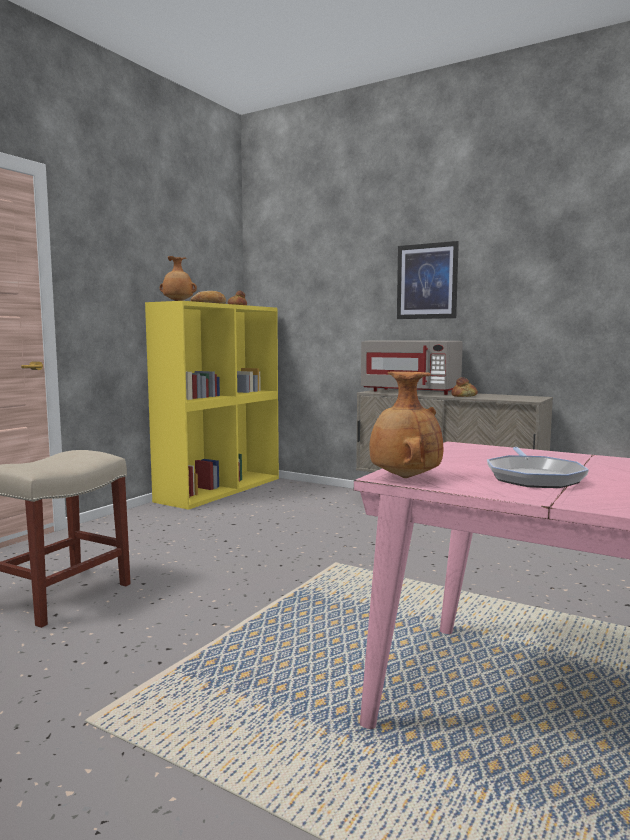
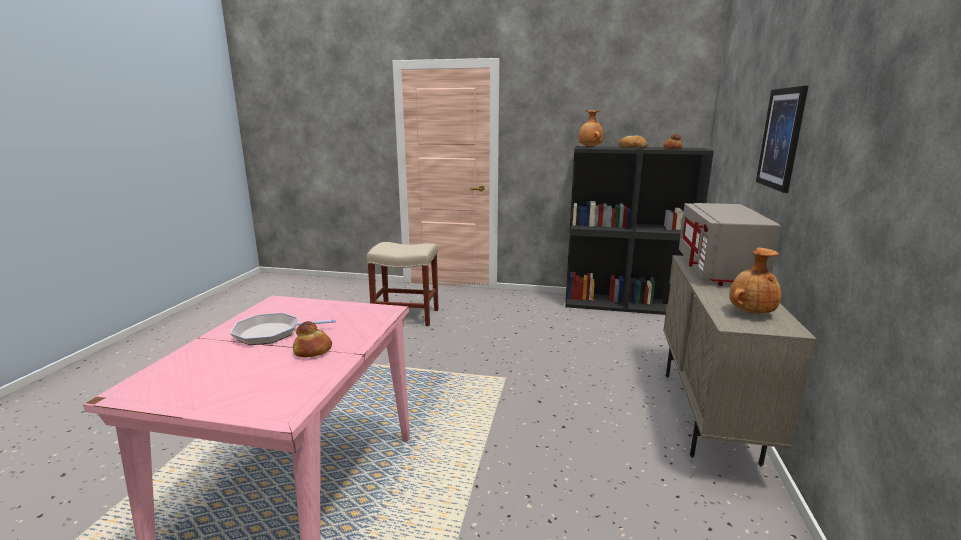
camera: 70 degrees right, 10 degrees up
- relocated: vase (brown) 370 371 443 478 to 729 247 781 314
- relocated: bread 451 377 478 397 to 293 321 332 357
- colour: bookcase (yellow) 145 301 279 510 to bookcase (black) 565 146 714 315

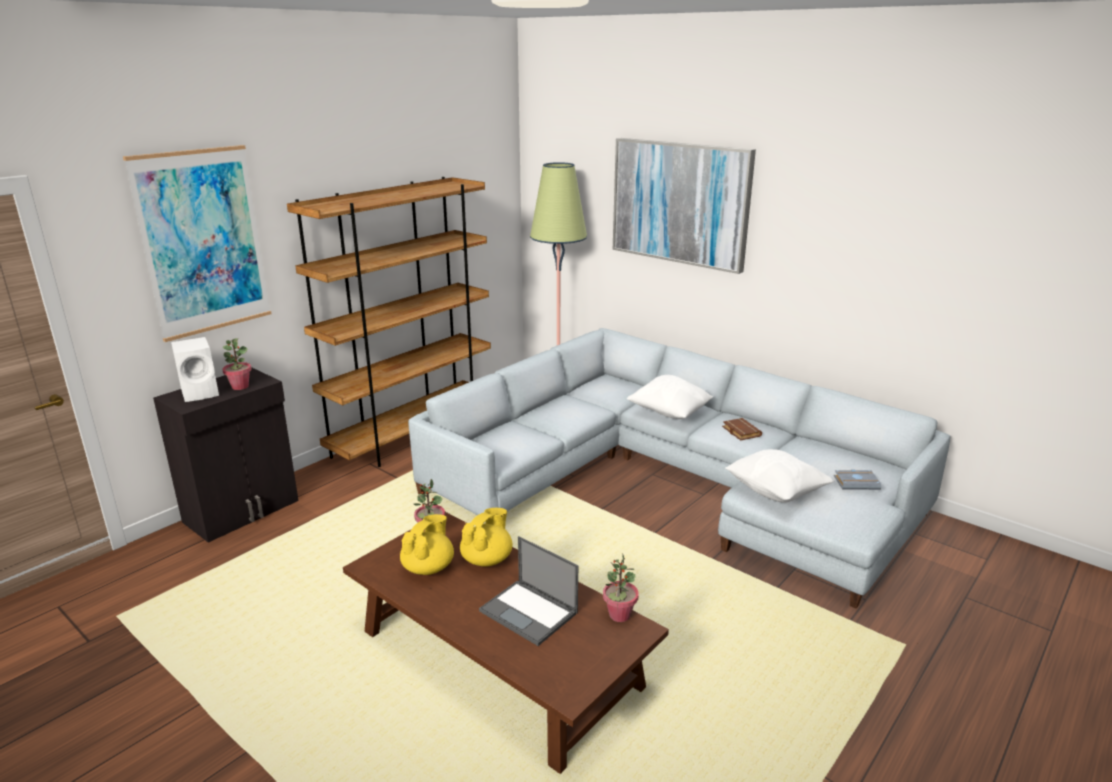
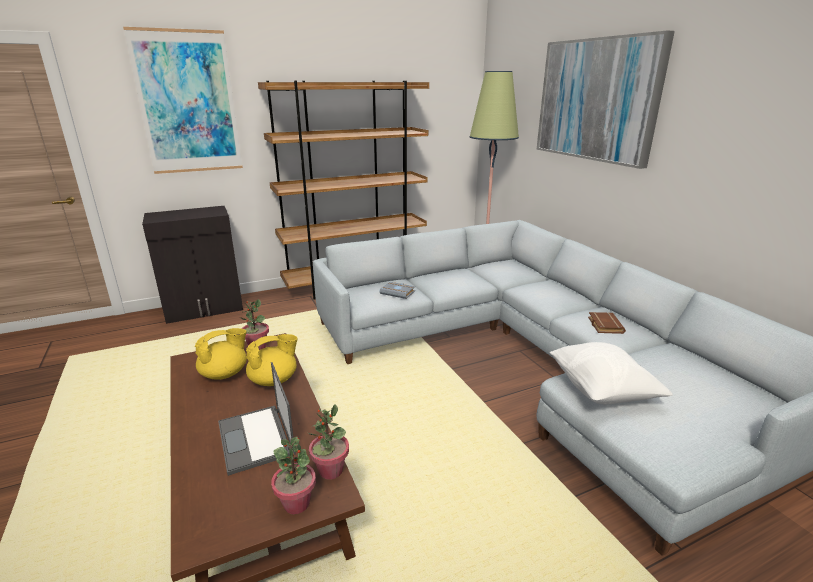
camera: 25 degrees right, 0 degrees up
- missing: speaker (white) 171 337 219 402
- missing: pillow (white) 626 375 713 419
- relocated: potted plant 222 338 252 390 to 271 437 316 514
- relocated: book (grey) 834 469 881 490 to 379 282 415 299

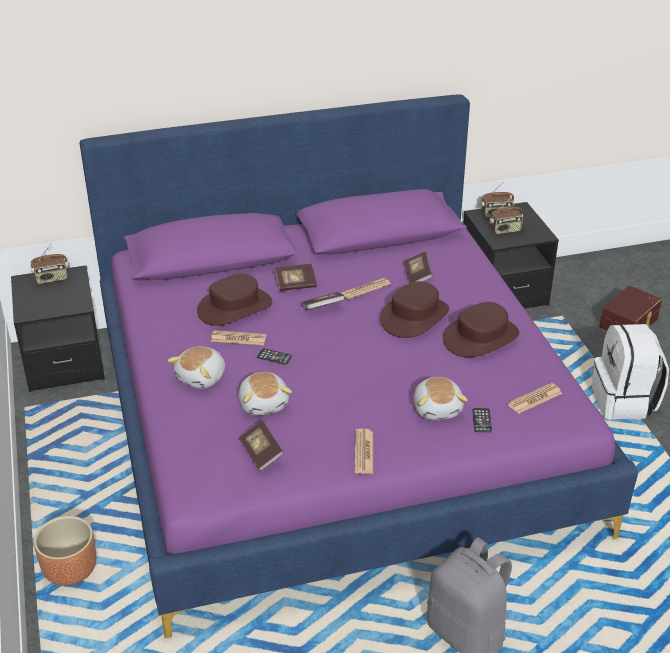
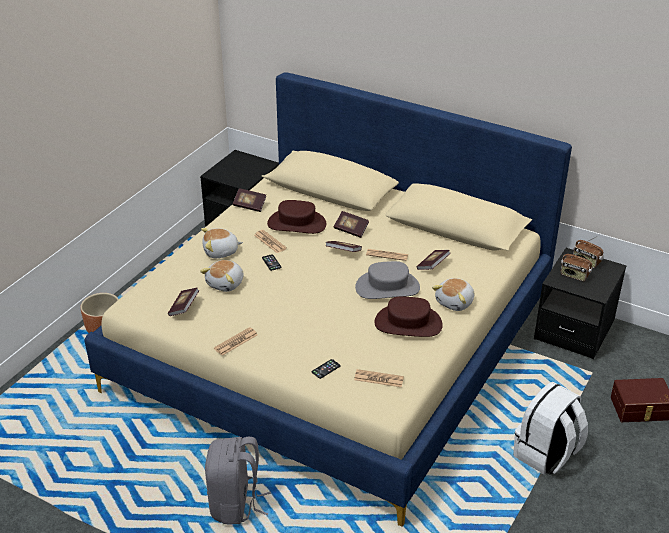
camera: 45 degrees right, 0 degrees up
- missing: radio 31 244 68 284
- appeared: book 233 188 266 212
- relocated: plush toy 413 377 468 420 to 432 278 474 311
- colour: bed (purple) 80 94 638 638 to bed (beige) 84 72 572 527
- colour: hat (brown) 380 281 449 338 to hat (grey) 355 261 420 299

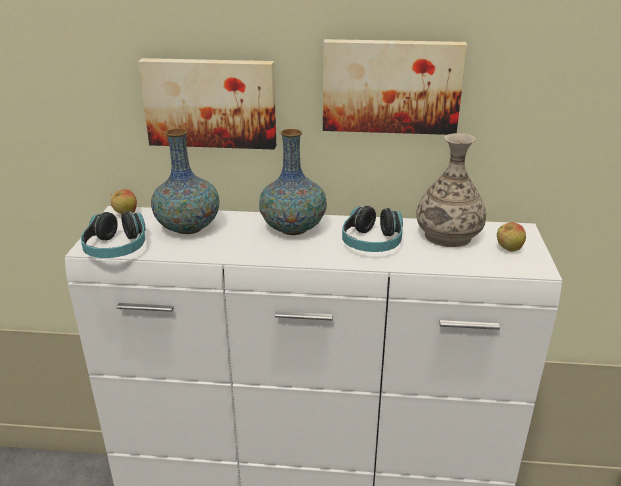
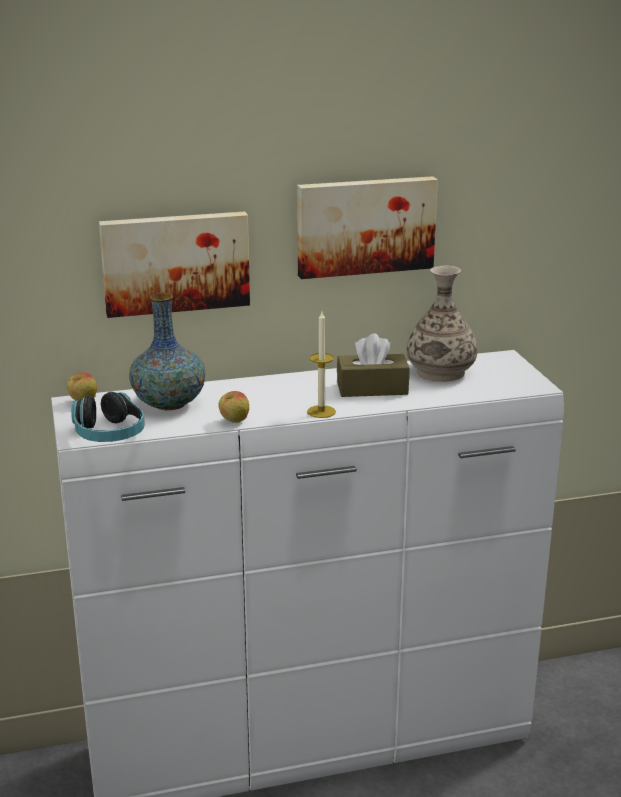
camera: 20 degrees left, 5 degrees down
- missing: vase 259 129 327 235
- appeared: candle 307 312 336 418
- relocated: apple 497 222 526 252 to 218 391 249 423
- exchanged: headphones 342 206 403 252 to tissue box (brown) 337 333 410 397

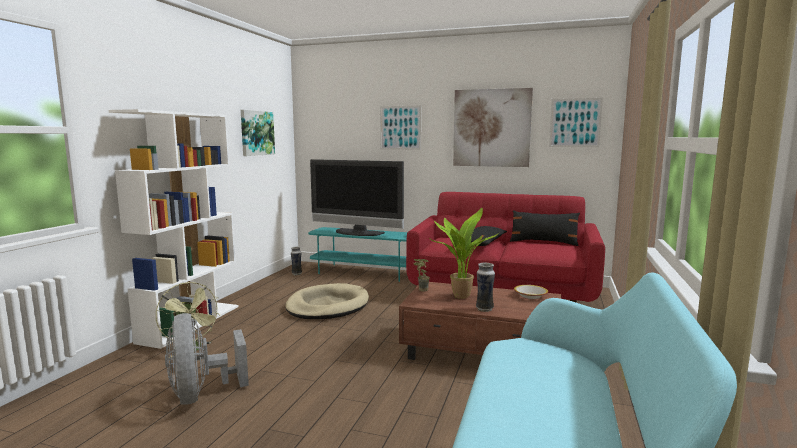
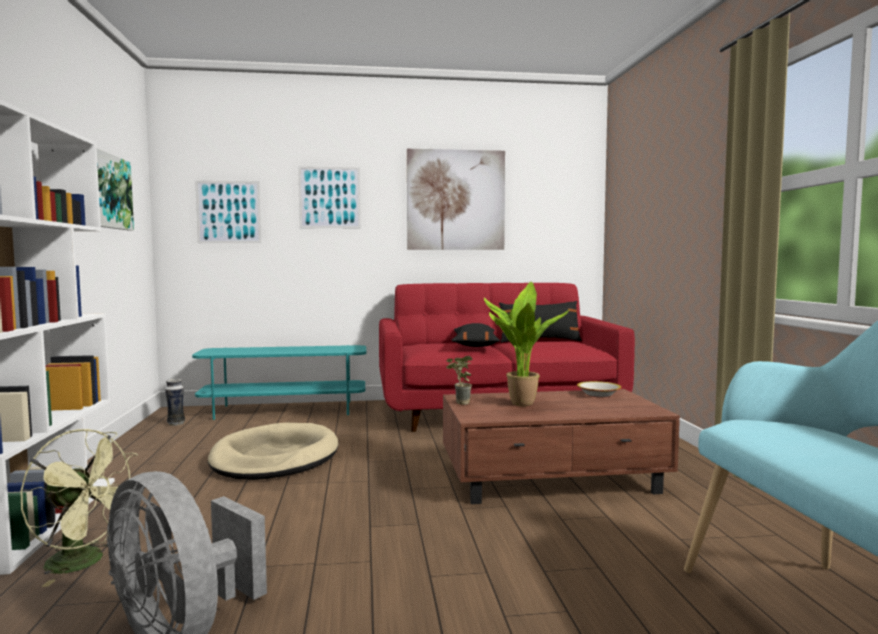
camera: 25 degrees left, 5 degrees down
- missing: television 310 159 404 236
- missing: vase 476 262 495 312
- relocated: picture 549 98 603 147 to 195 180 261 243

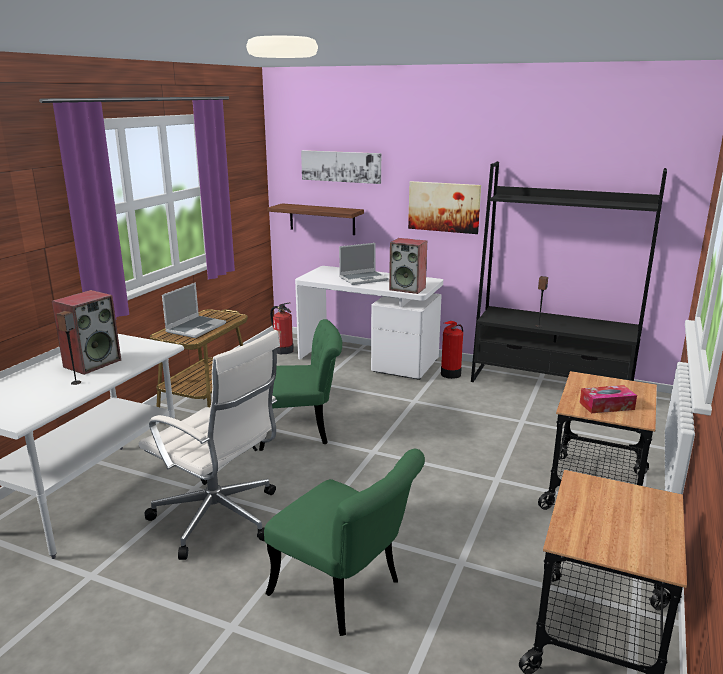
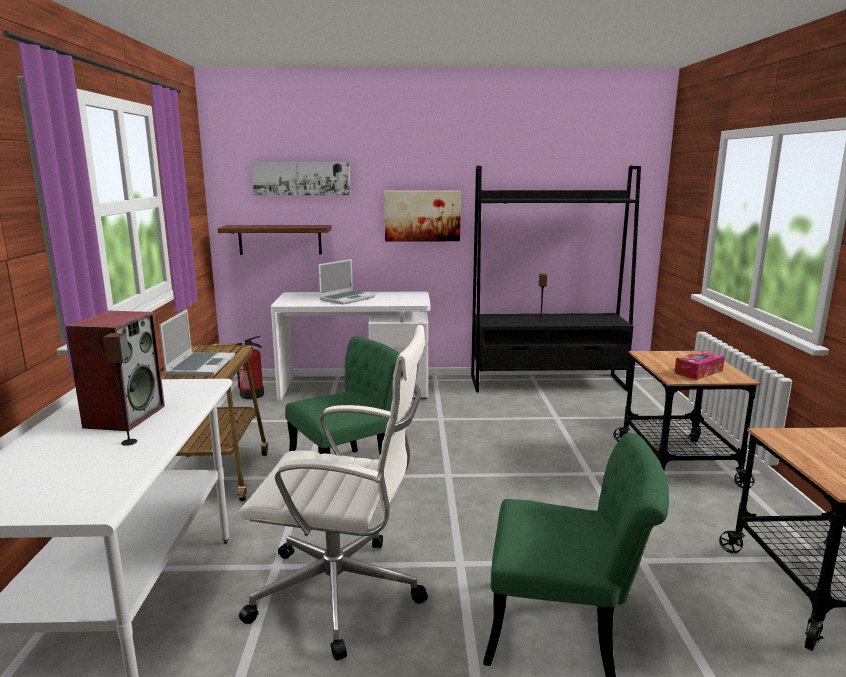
camera: 25 degrees left, 5 degrees down
- missing: speaker 389 238 427 294
- missing: fire extinguisher 441 321 463 379

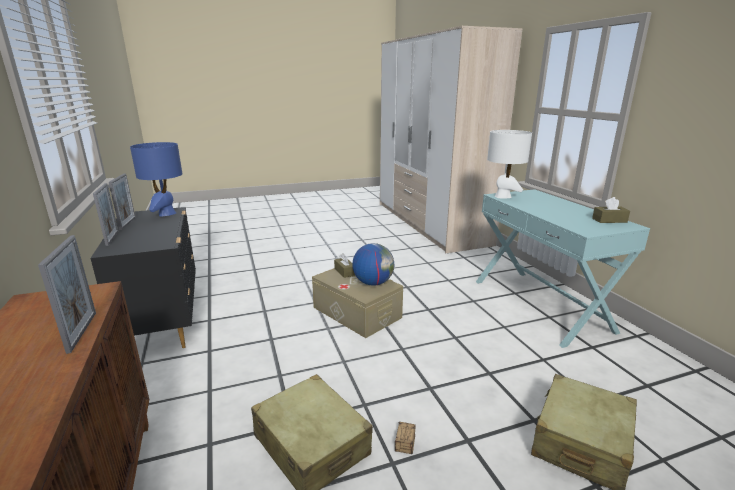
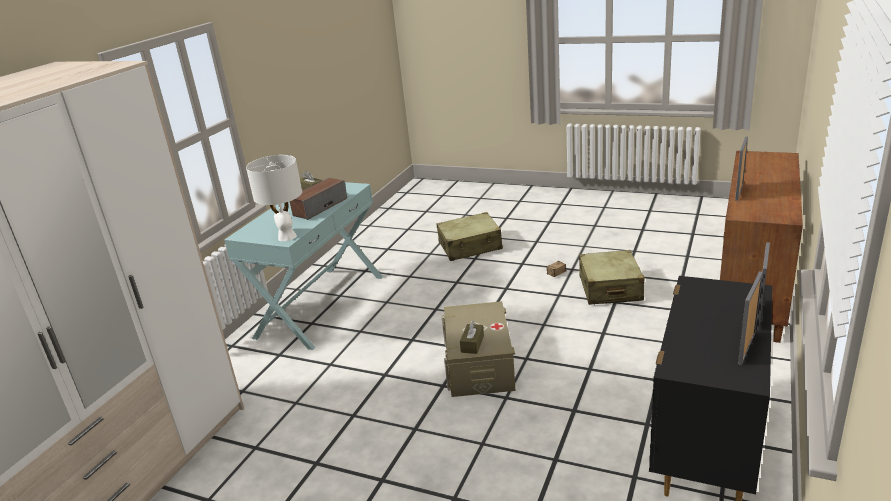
camera: 135 degrees left, 5 degrees up
- missing: table lamp (blue) 130 142 182 216
- missing: globe 352 243 394 286
- appeared: speaker 290 178 347 220

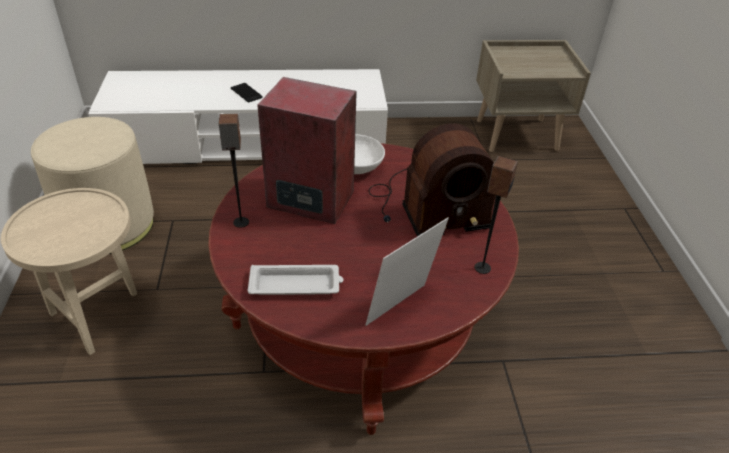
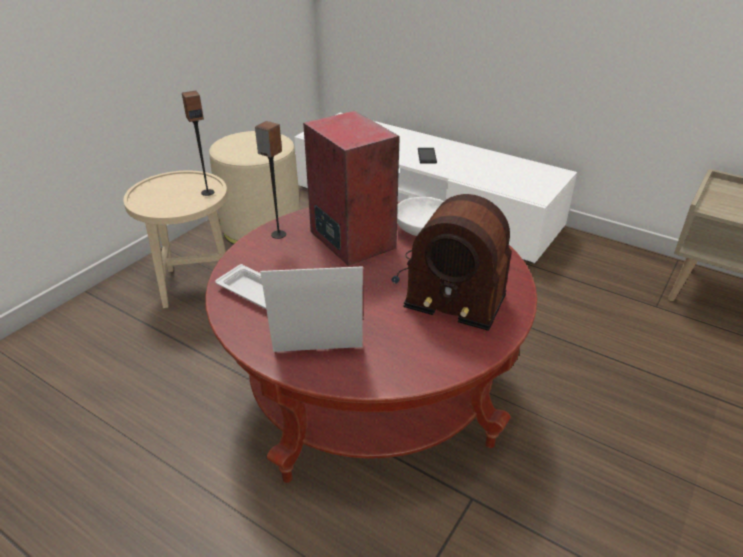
camera: 40 degrees right, 5 degrees down
- relocated: speaker 474 156 518 274 to 182 91 214 196

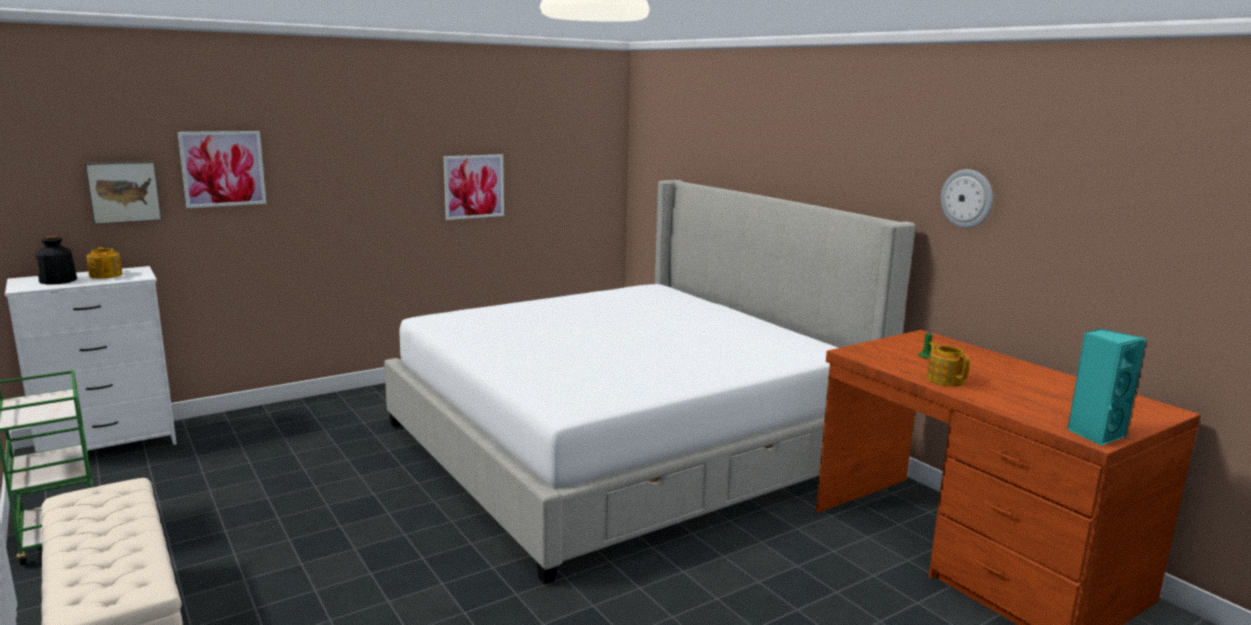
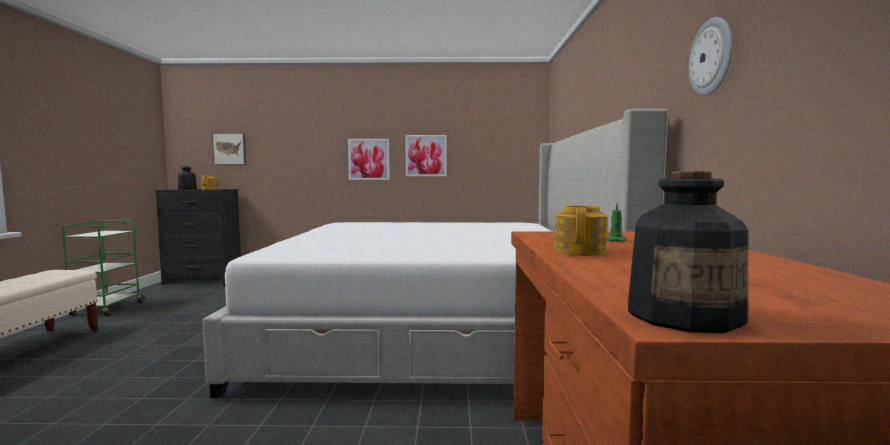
camera: 35 degrees right, 10 degrees down
- relocated: picture 178 131 266 208 to 348 139 390 180
- exchanged: speaker (turquoise) 1067 328 1146 446 to bottle 628 171 748 333
- colour: dresser (white) 5 266 177 452 to dresser (black) 155 189 241 286

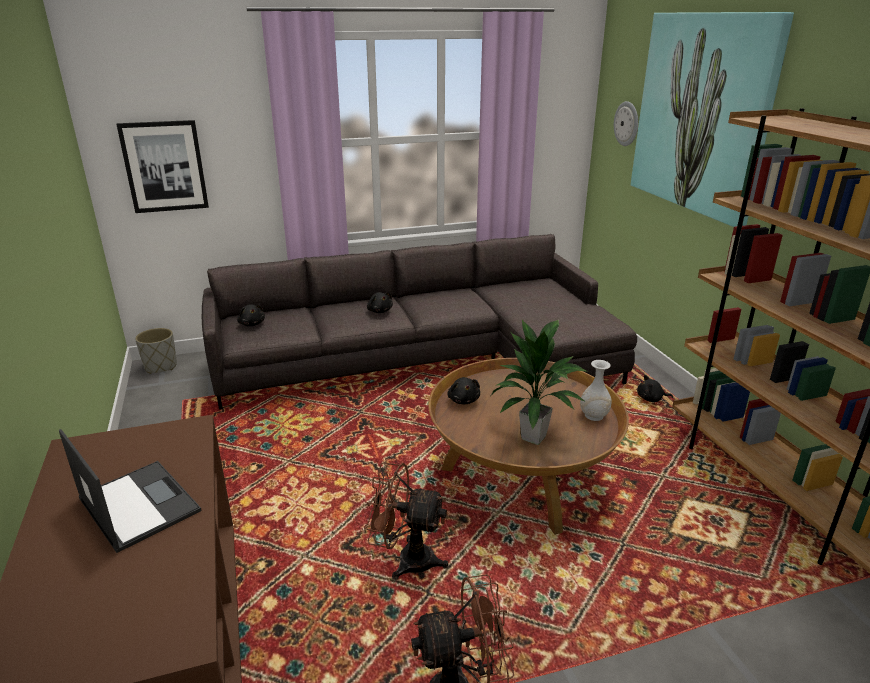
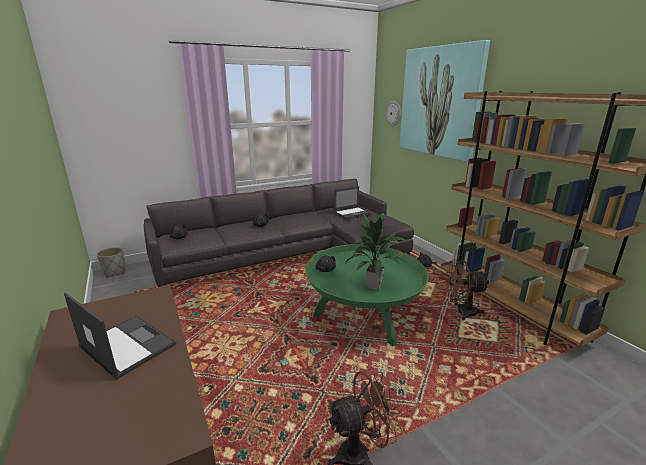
camera: 10 degrees left, 5 degrees down
- missing: picture 116 120 209 213
- missing: vase (white) 580 360 612 421
- appeared: laptop 334 186 371 219
- relocated: fan (brown) 364 462 449 580 to 446 260 489 321
- colour: coffee table (brown) 428 358 629 535 to coffee table (green) 305 244 429 346

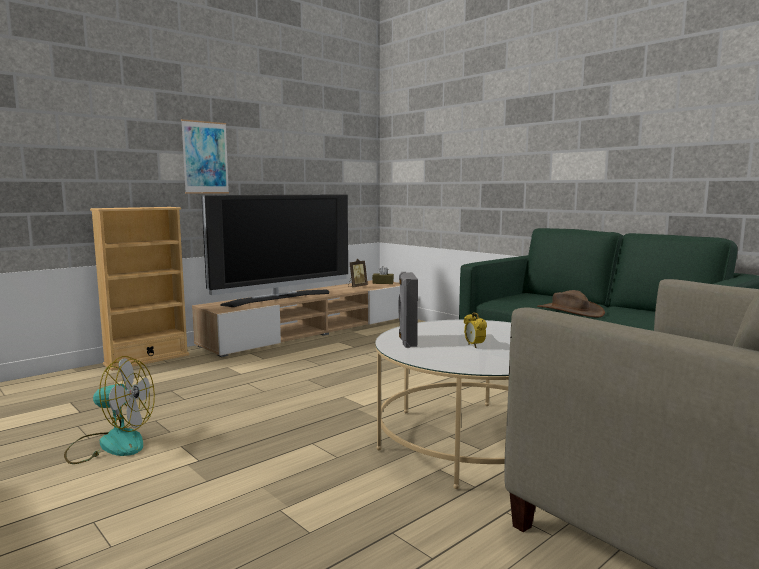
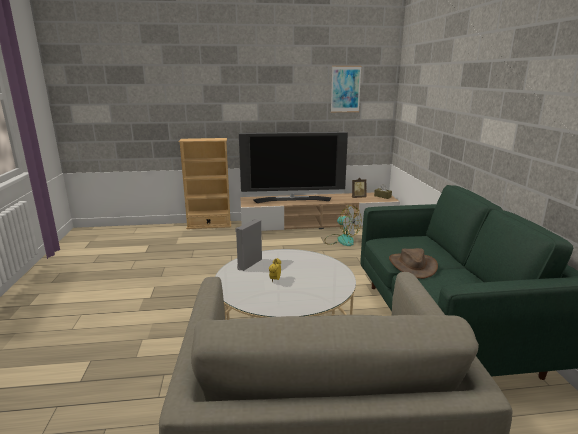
camera: 35 degrees right, 10 degrees up
- relocated: fan 64 356 155 464 to 324 205 361 246
- relocated: picture 181 119 229 194 to 331 66 361 112

